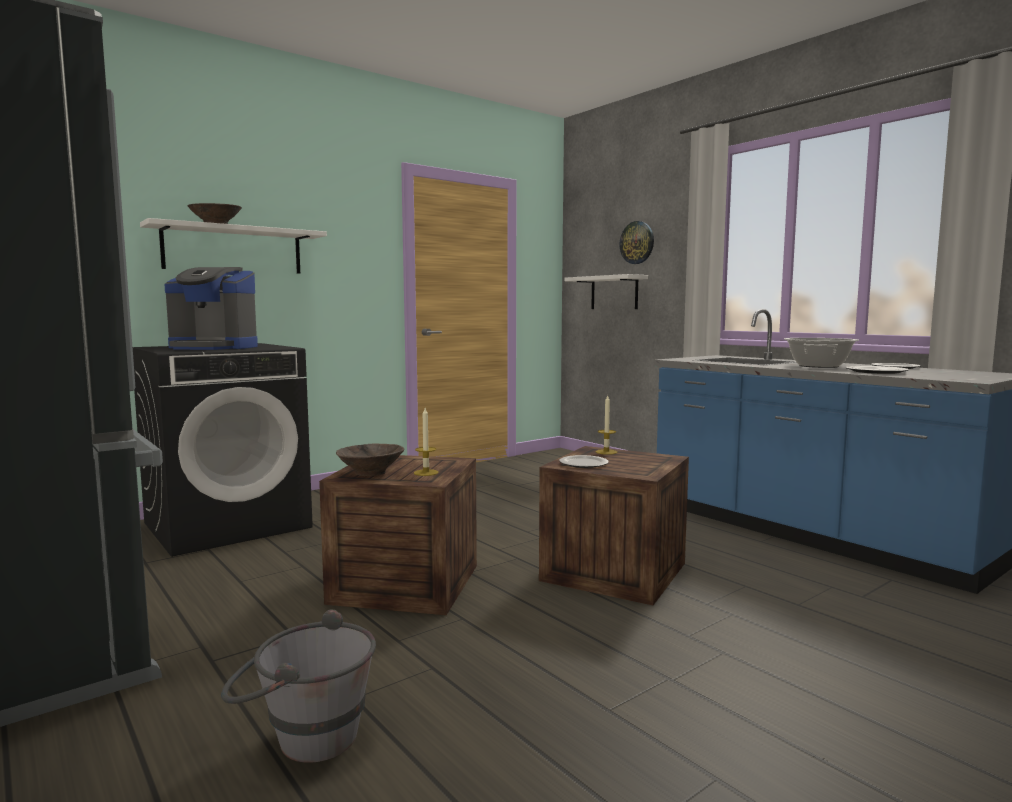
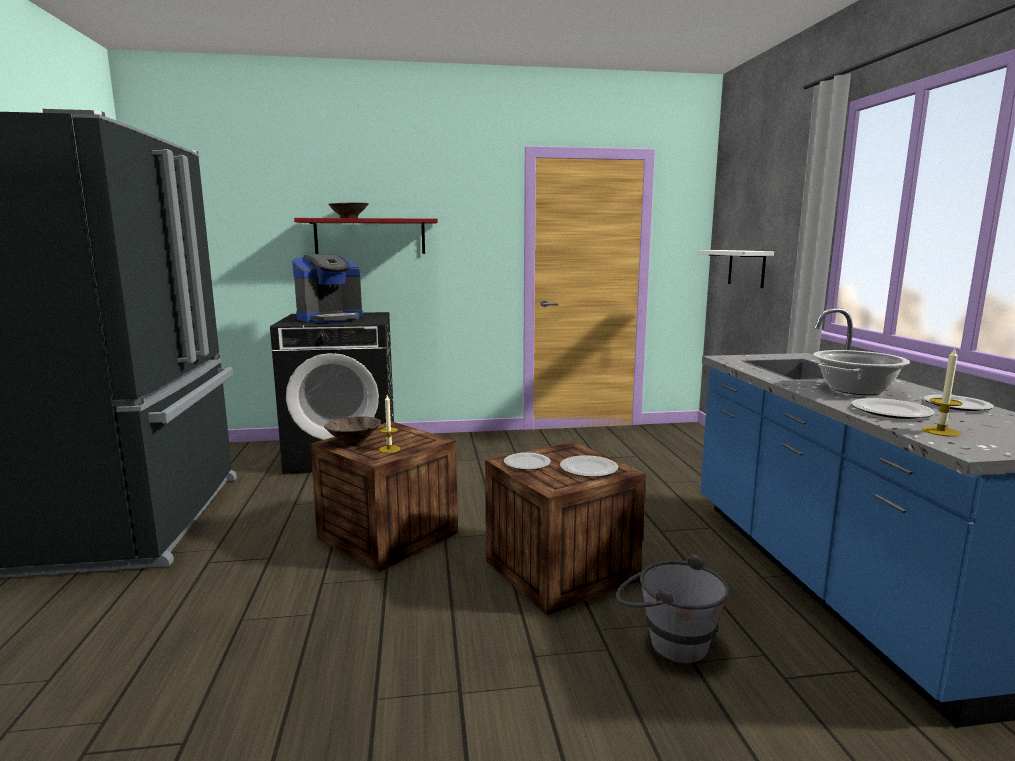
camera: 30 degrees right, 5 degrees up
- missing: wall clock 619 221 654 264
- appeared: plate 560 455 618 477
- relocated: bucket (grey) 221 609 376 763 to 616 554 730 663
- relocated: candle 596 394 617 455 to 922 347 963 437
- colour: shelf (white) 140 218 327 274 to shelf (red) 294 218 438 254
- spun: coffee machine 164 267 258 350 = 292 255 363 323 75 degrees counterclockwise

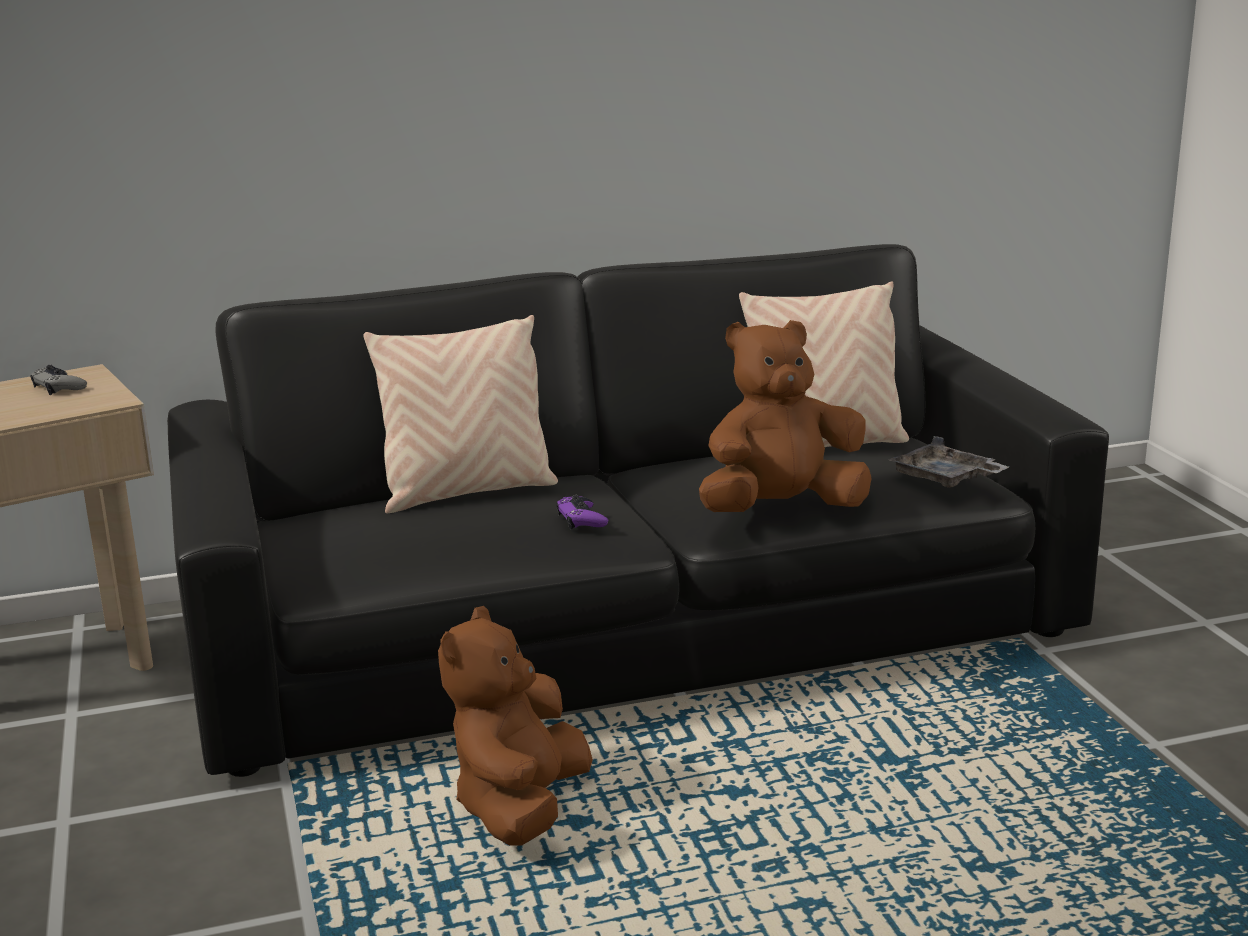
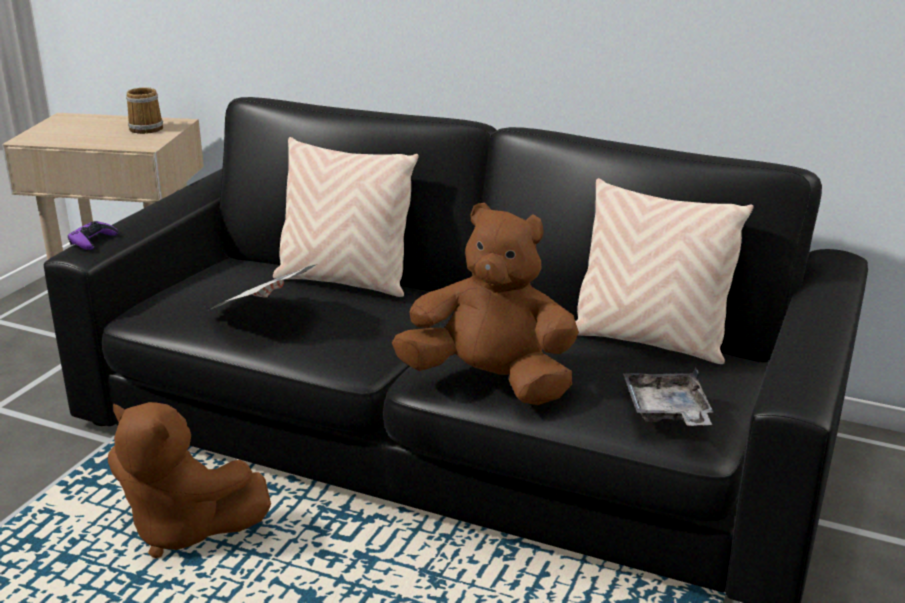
camera: 40 degrees right, 5 degrees up
- appeared: newspaper 211 264 317 309
- relocated: game controller (purple) 556 495 609 529 to 68 221 118 250
- exchanged: game controller (grey) 30 364 87 395 to mug 126 87 163 134
- spun: plush toy (brown) 438 606 593 846 = 108 402 271 558 120 degrees counterclockwise

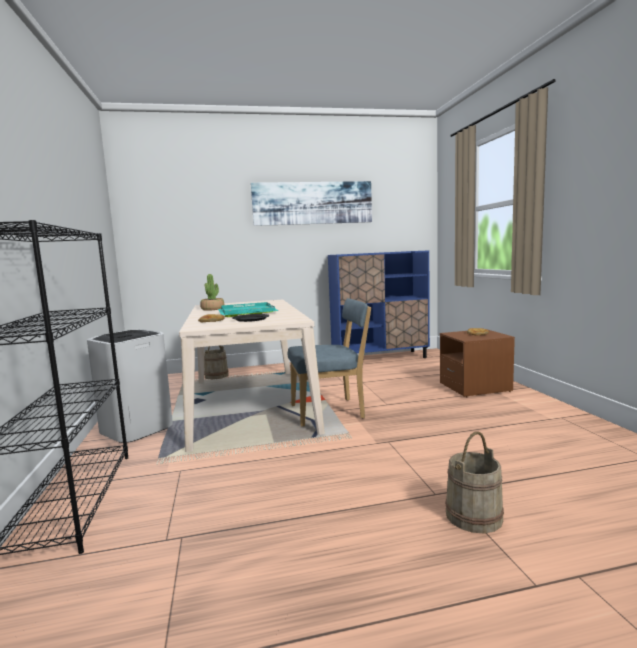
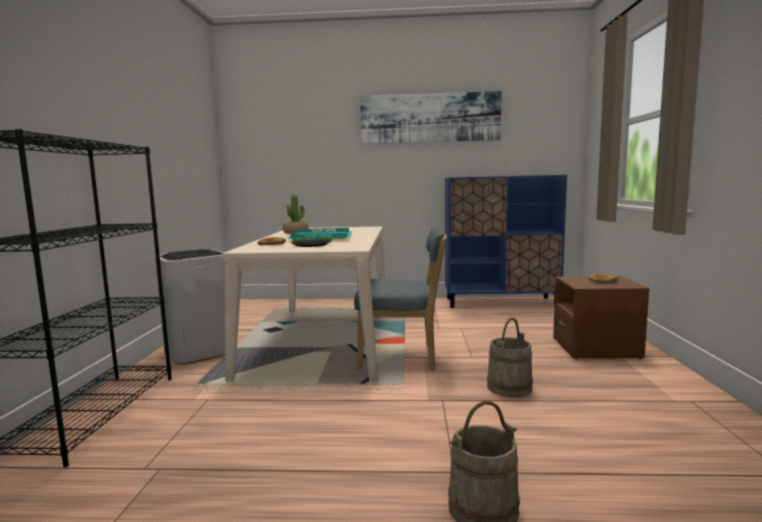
camera: 15 degrees right, 0 degrees up
- relocated: bucket (beige) 204 345 229 380 to 487 318 533 397

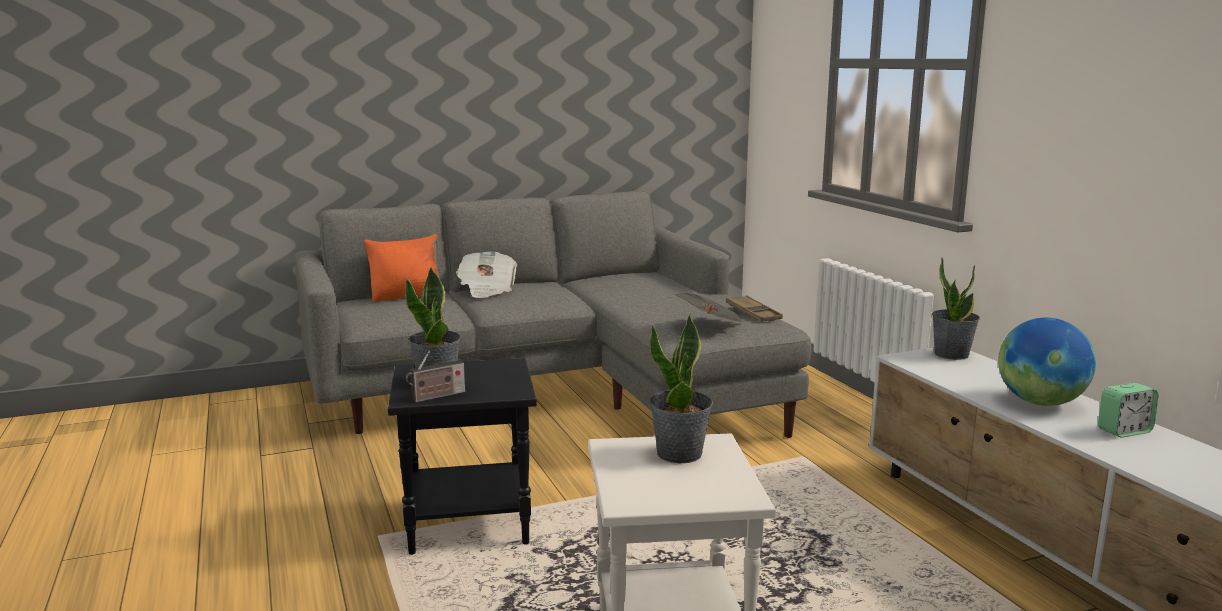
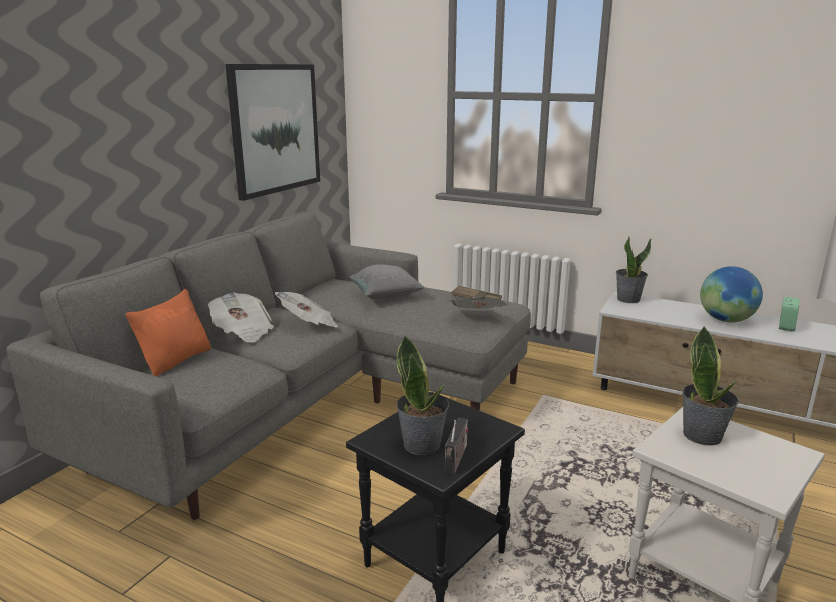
camera: 40 degrees left, 5 degrees up
- appeared: picture 226 64 320 201
- appeared: newspaper 275 292 338 327
- appeared: pillow (grey) 350 264 425 299

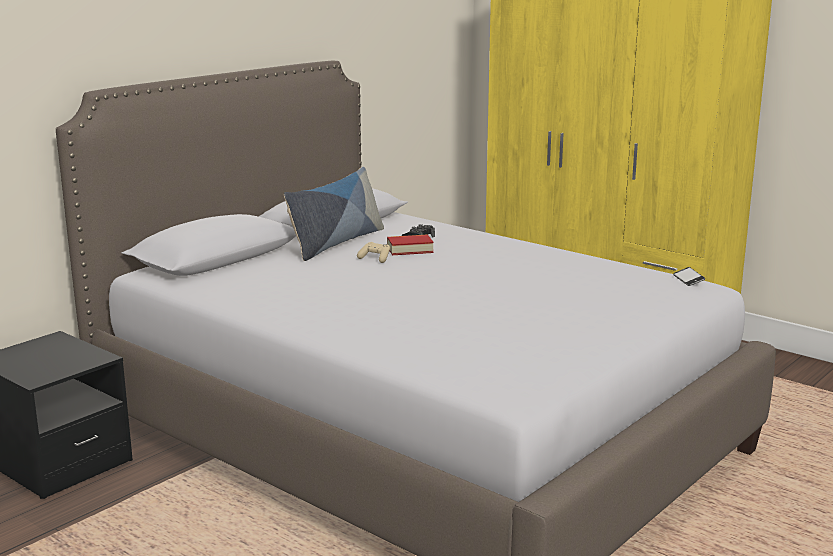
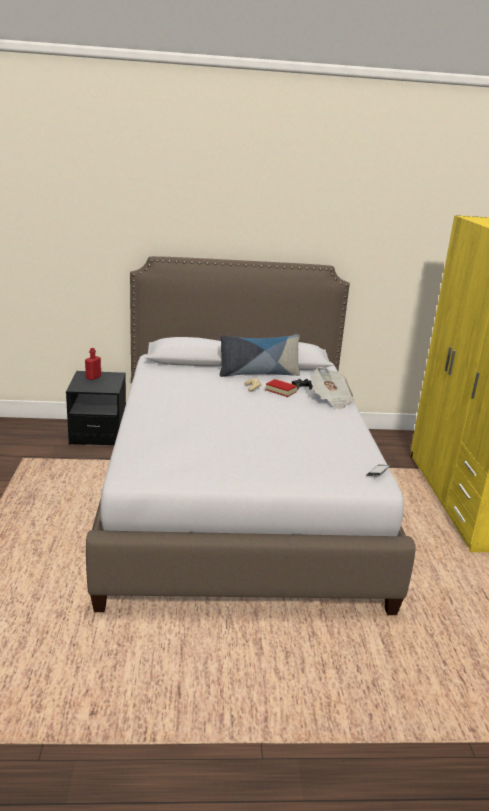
camera: 45 degrees right, 5 degrees up
- appeared: bottle (red) 85 348 101 380
- appeared: newspaper 310 367 355 409

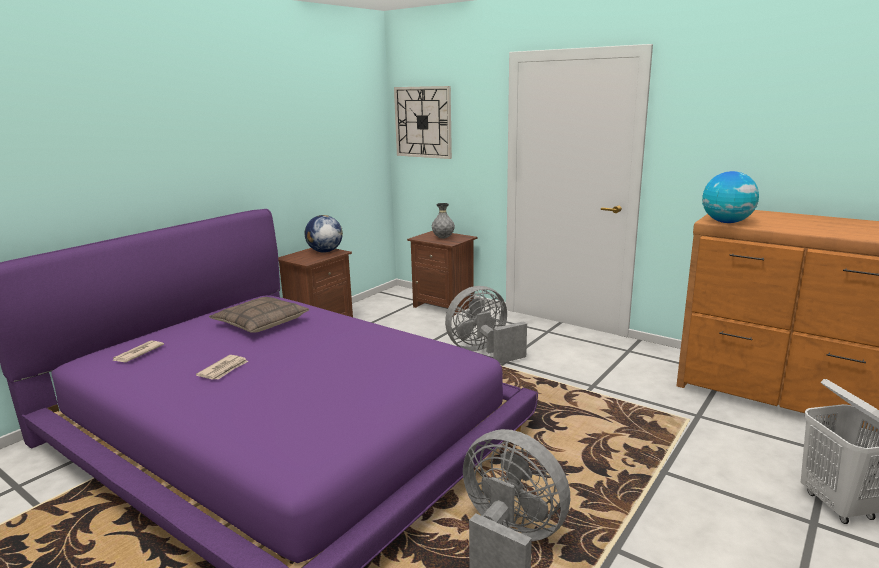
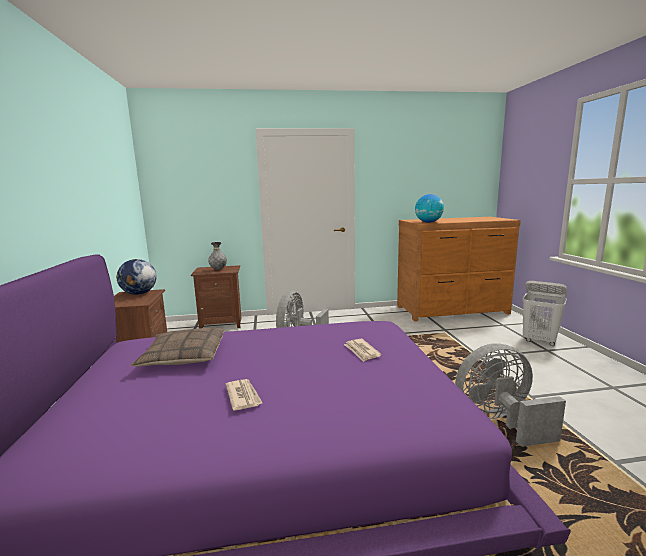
camera: 45 degrees left, 5 degrees down
- missing: wall clock 394 86 452 159
- relocated: newspaper 111 341 164 362 to 344 339 381 362

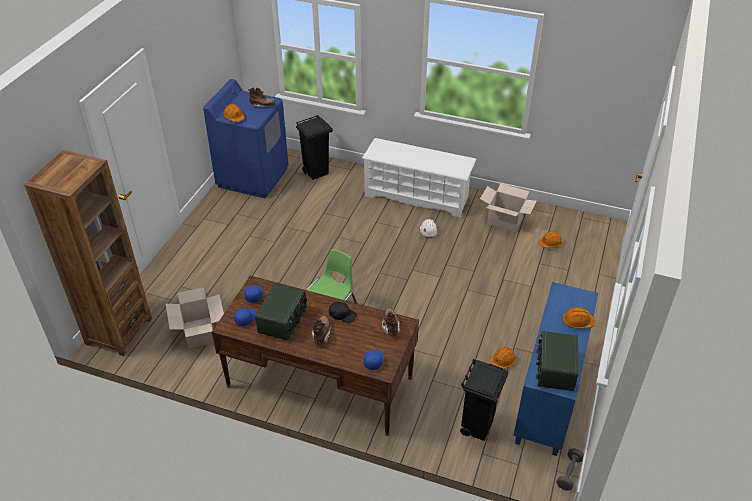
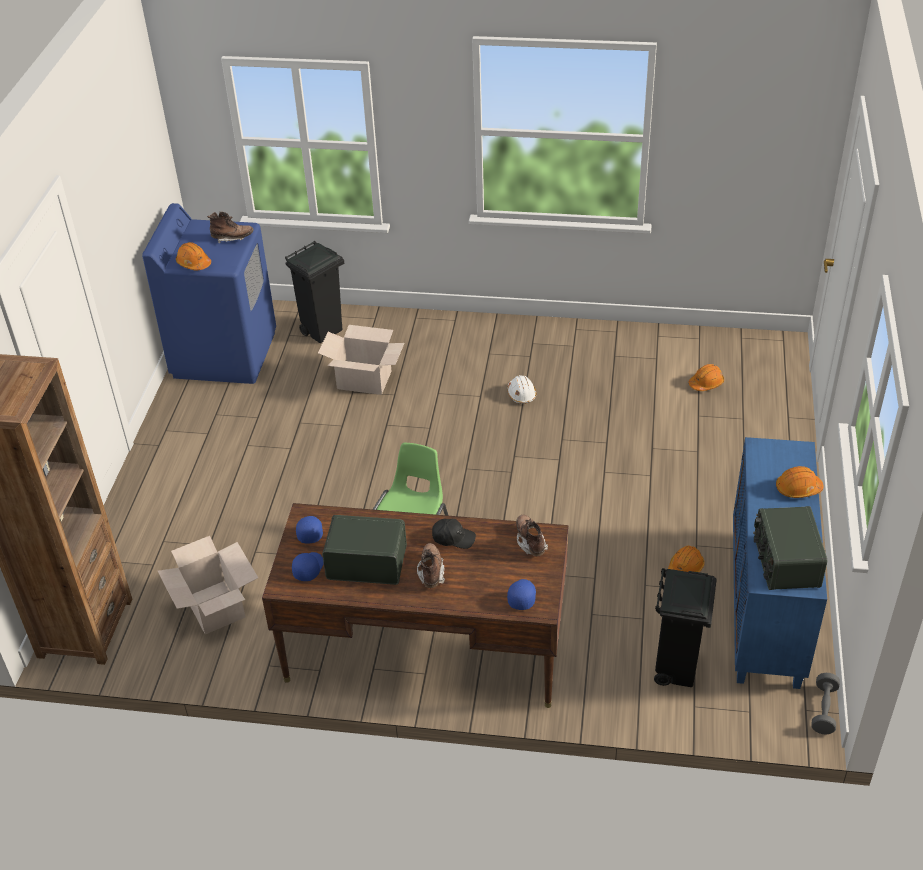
camera: 10 degrees left, 0 degrees up
- missing: shoe rack (white) 362 138 476 218
- relocated: cardboard box 480 184 536 232 to 318 325 404 395
- spun: radio 255 283 307 341 = 322 515 407 585 90 degrees counterclockwise

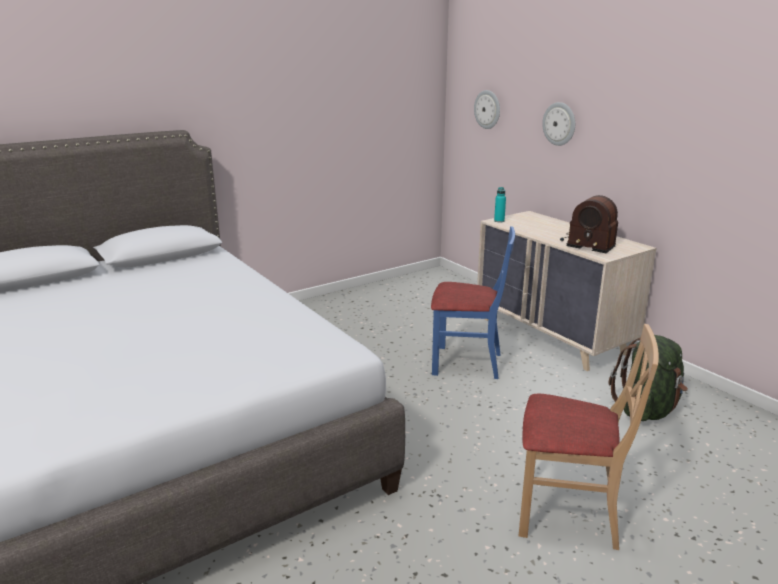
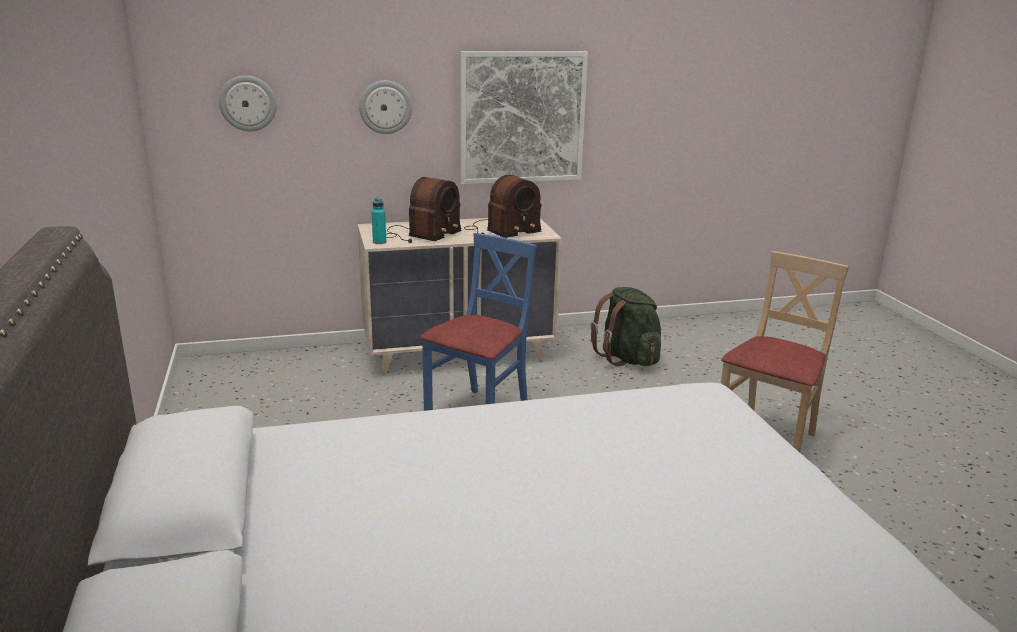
camera: 70 degrees left, 0 degrees up
- appeared: radio 386 177 462 243
- appeared: picture 460 51 588 184

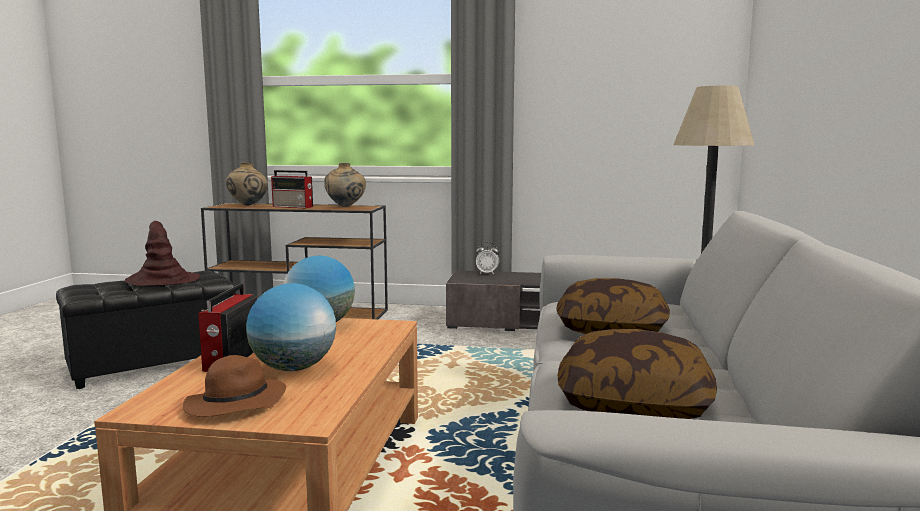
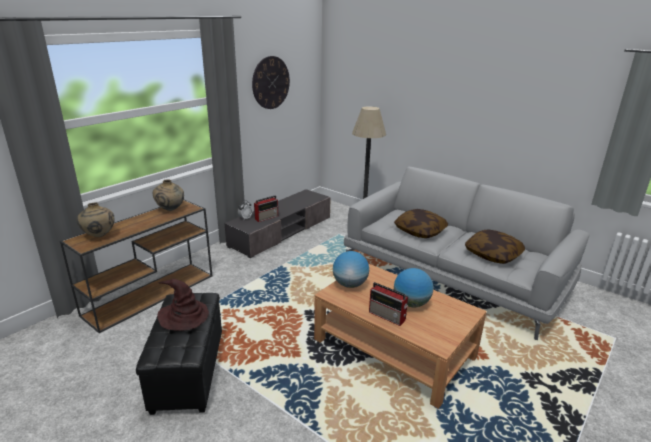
camera: 60 degrees left, 15 degrees up
- missing: hat (brown) 183 355 286 417
- appeared: wall clock 252 56 290 109
- relocated: radio 271 170 313 208 to 254 195 278 222

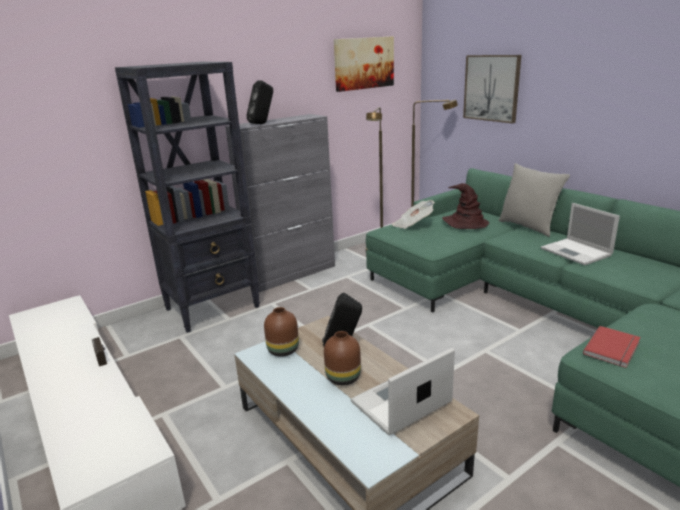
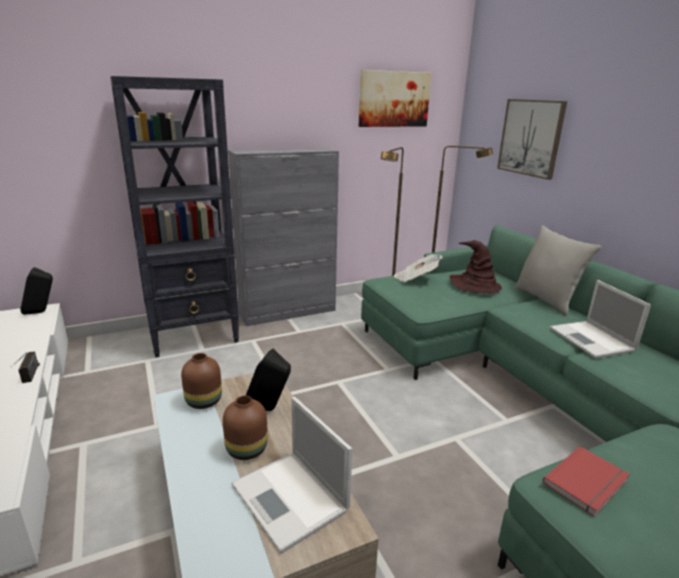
camera: 10 degrees right, 0 degrees up
- relocated: speaker (black) 246 80 273 124 to 20 267 53 315
- spun: laptop 351 348 455 436 = 231 397 352 553 105 degrees counterclockwise

